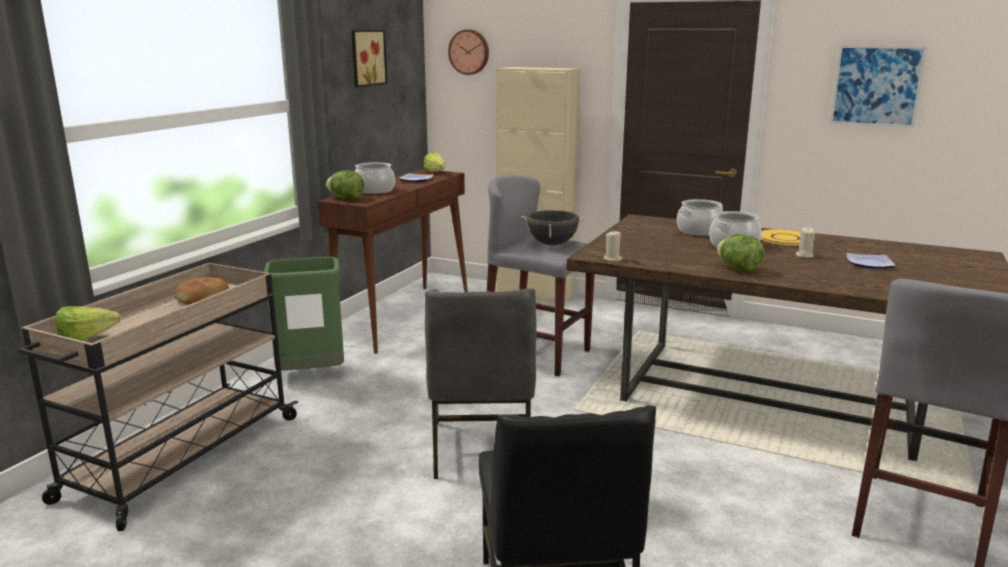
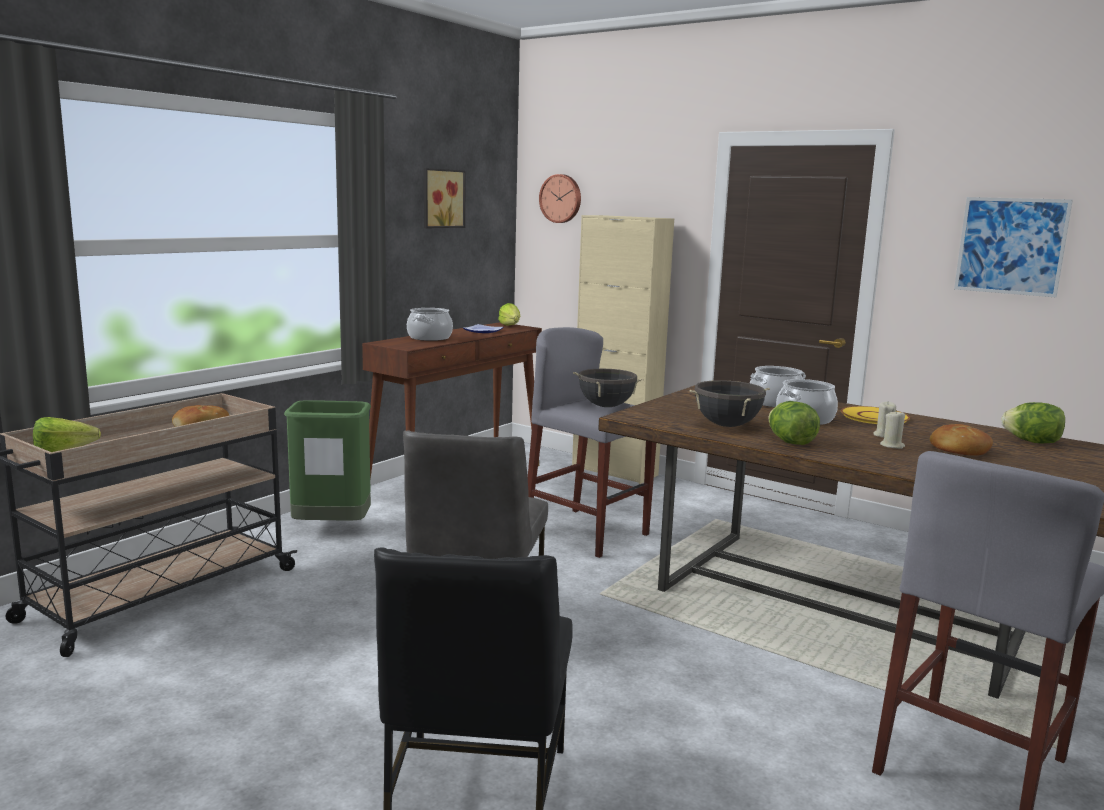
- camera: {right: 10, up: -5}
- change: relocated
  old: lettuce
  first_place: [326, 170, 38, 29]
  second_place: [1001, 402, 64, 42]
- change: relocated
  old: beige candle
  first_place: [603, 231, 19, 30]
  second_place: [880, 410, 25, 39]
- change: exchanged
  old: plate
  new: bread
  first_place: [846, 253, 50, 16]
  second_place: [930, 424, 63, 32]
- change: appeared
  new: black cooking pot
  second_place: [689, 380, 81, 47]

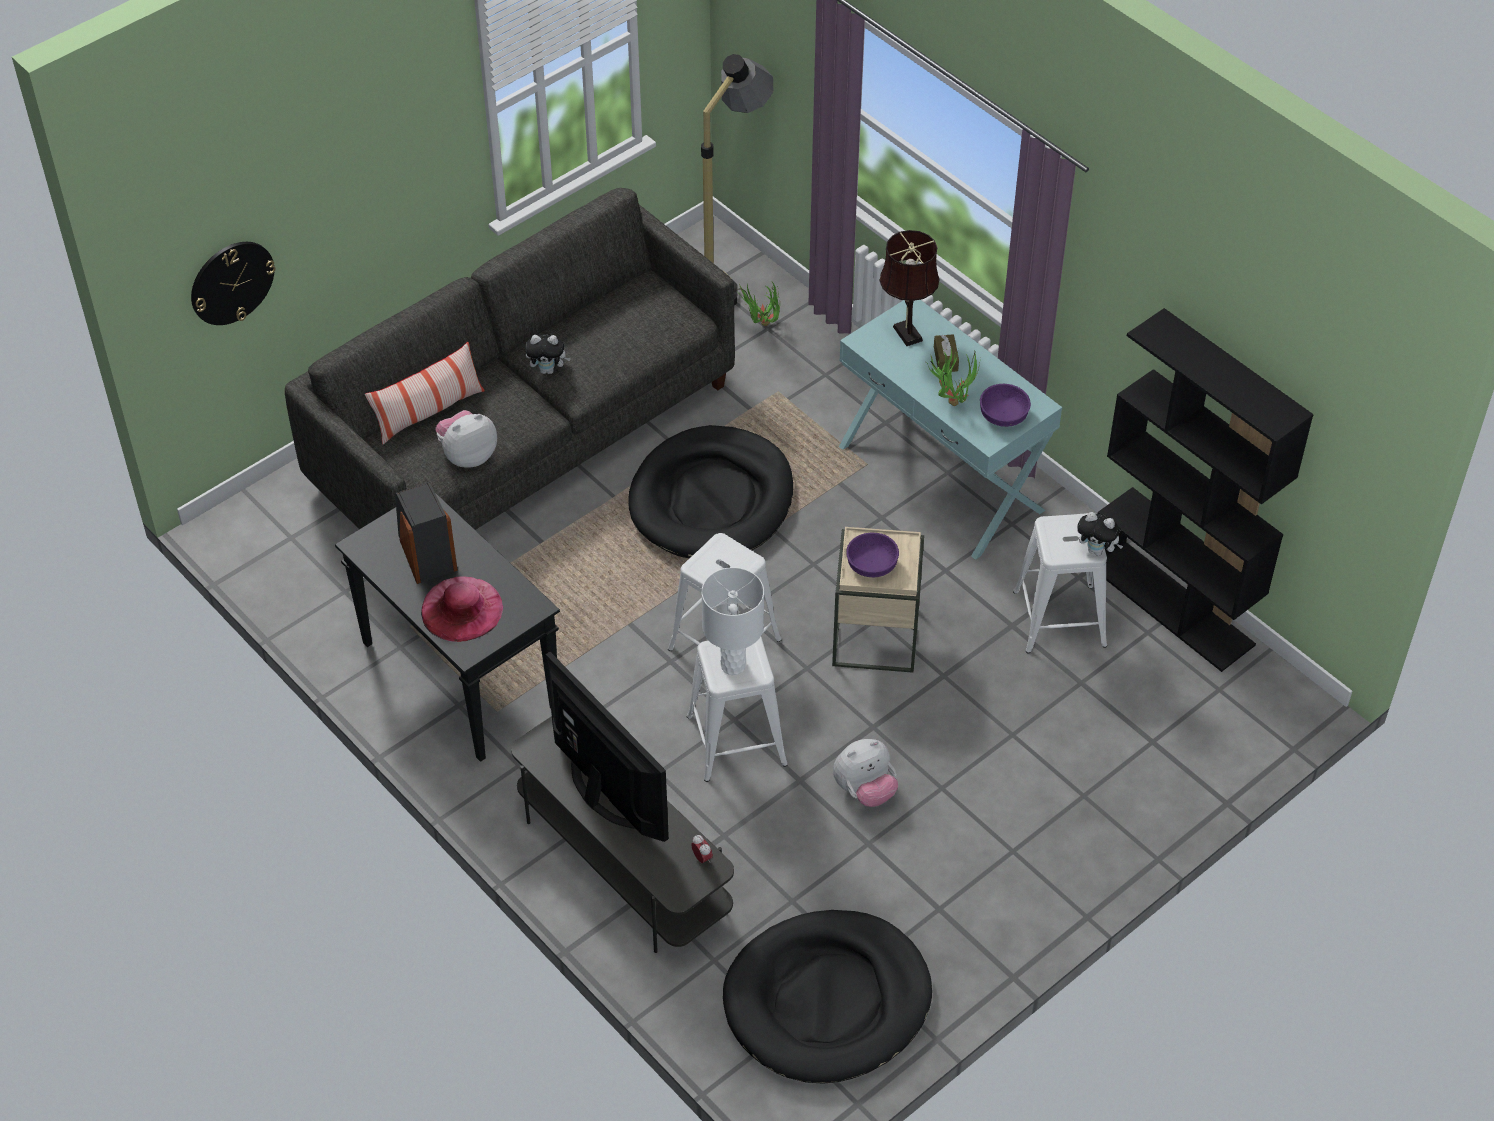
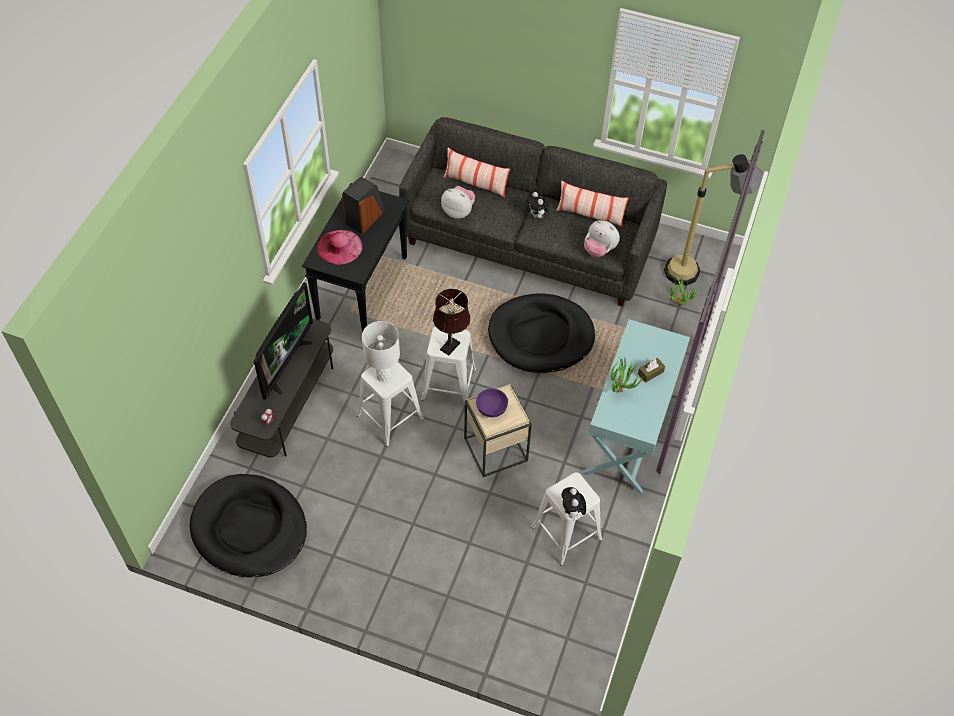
- camera: {right: 60, up: 5}
- change: missing
  old: wall clock
  first_place: [191, 242, 85, 83]
- change: relocated
  old: plush toy
  first_place: [833, 739, 65, 68]
  second_place: [584, 220, 36, 37]
- change: relocated
  old: brown table lamp
  first_place: [880, 230, 59, 116]
  second_place: [433, 289, 38, 66]
- change: missing
  old: purple bowl
  first_place: [980, 384, 51, 43]
- change: missing
  old: black bookcase
  first_place: [1098, 308, 216, 364]
- change: appeared
  new: pillow
  second_place: [556, 181, 73, 46]

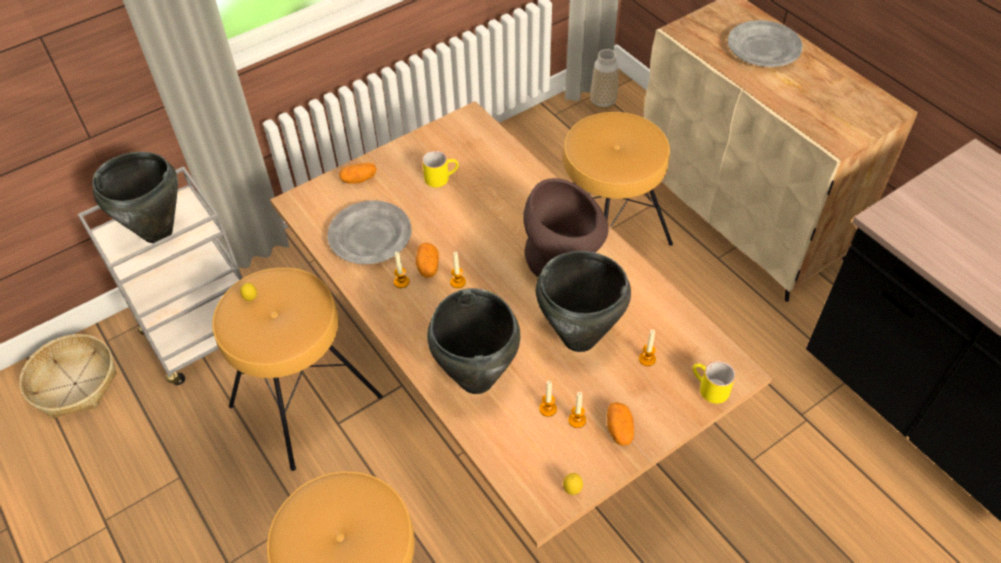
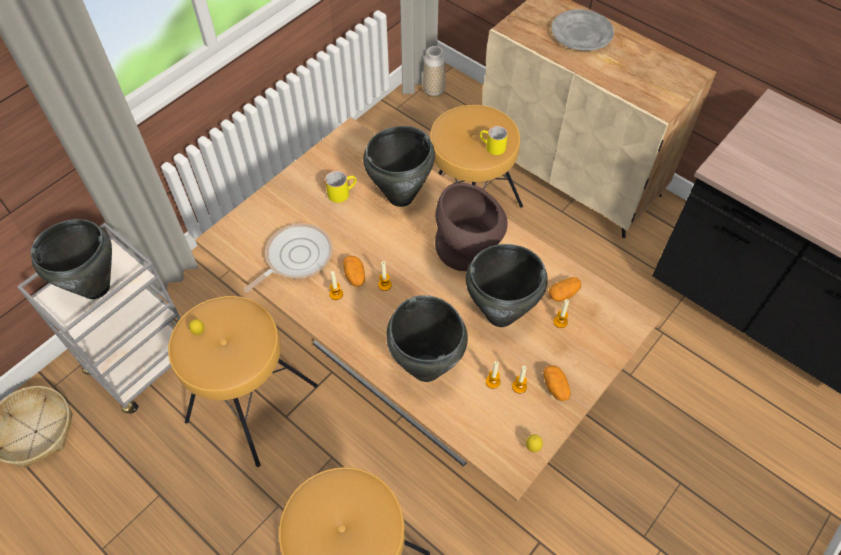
- camera: {right: -15, up: 5}
- change: exchanged
  old: grey plate
  new: frying pan
  first_place: [327, 200, 85, 64]
  second_place: [243, 223, 90, 69]
- change: relocated
  old: potato
  first_place: [339, 162, 38, 22]
  second_place: [548, 277, 33, 25]
- change: relocated
  old: yellow mug
  first_place: [693, 361, 43, 43]
  second_place: [480, 126, 28, 29]
- change: appeared
  new: black cooking pot
  second_place: [363, 126, 72, 81]

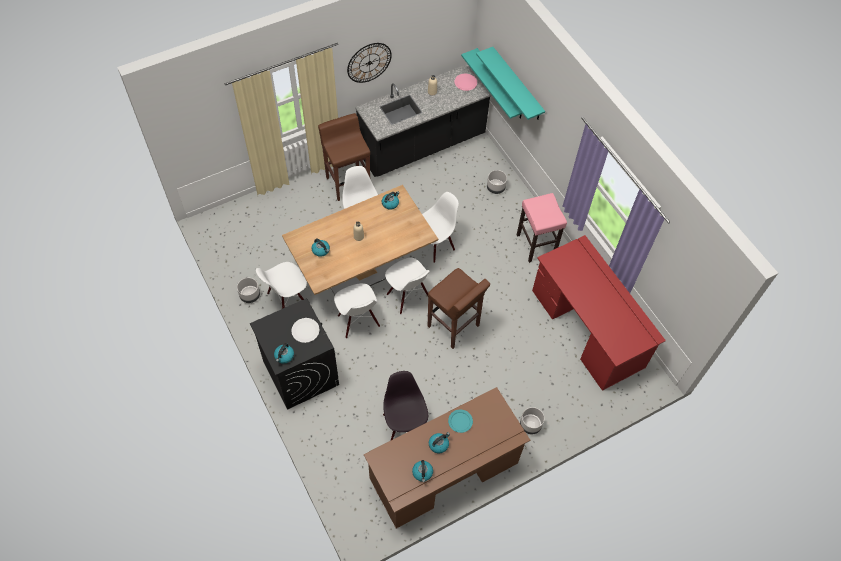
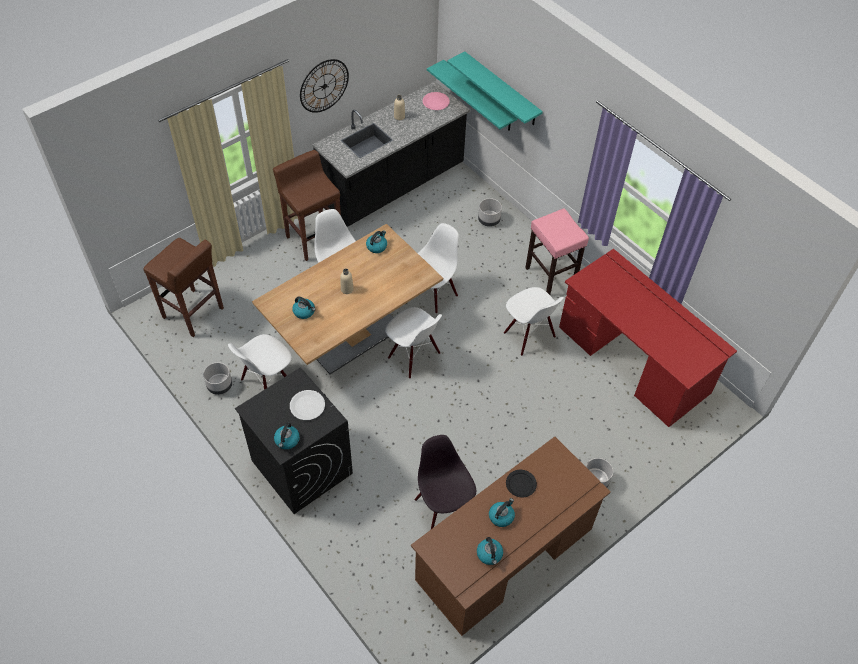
- camera: {right: -10, up: -5}
- change: relocated
  old: white chair
  first_place: [334, 283, 46, 55]
  second_place: [504, 287, 60, 69]
- change: relocated
  old: brown stool
  first_place: [428, 268, 62, 81]
  second_place: [143, 238, 81, 99]
- change: colour
  old: turquoise plate
  new: black plate
  first_place: [448, 410, 25, 23]
  second_place: [506, 470, 31, 28]

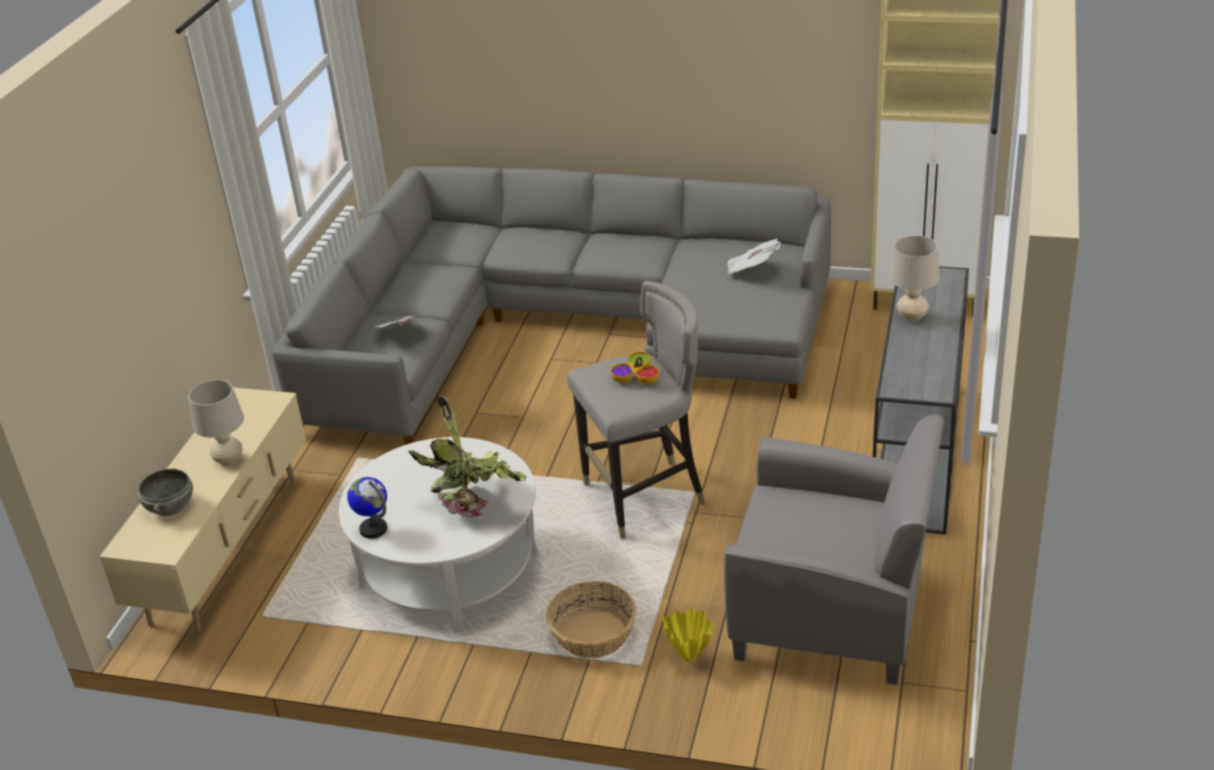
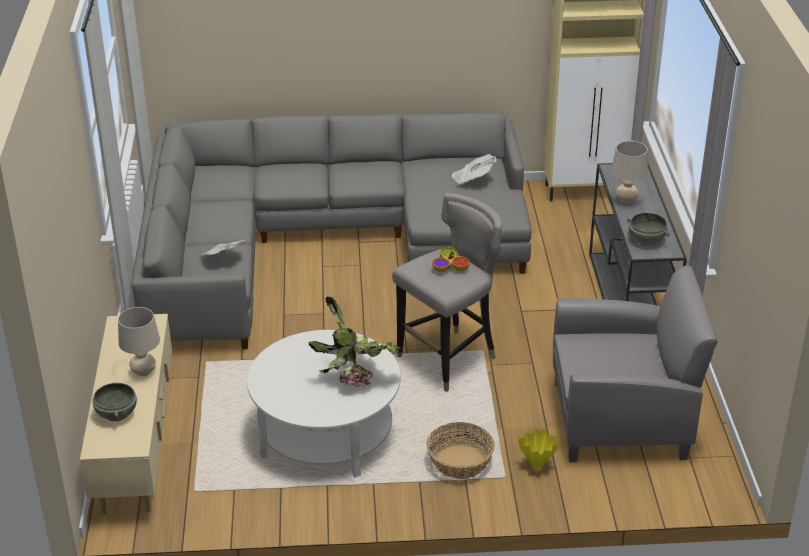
- camera: {right: -20, up: 0}
- change: missing
  old: globe
  first_place: [347, 477, 40, 62]
- change: appeared
  new: grey bowl
  second_place: [627, 213, 42, 33]

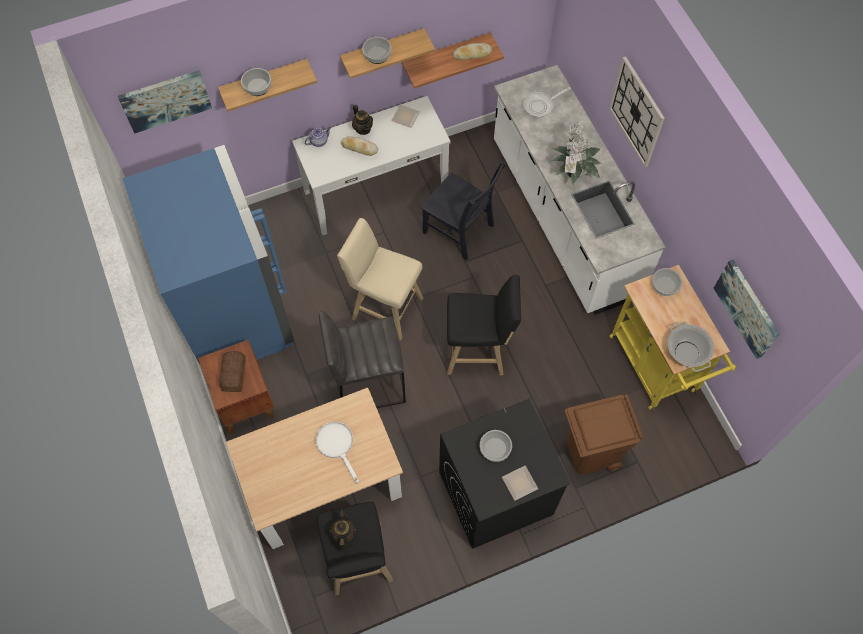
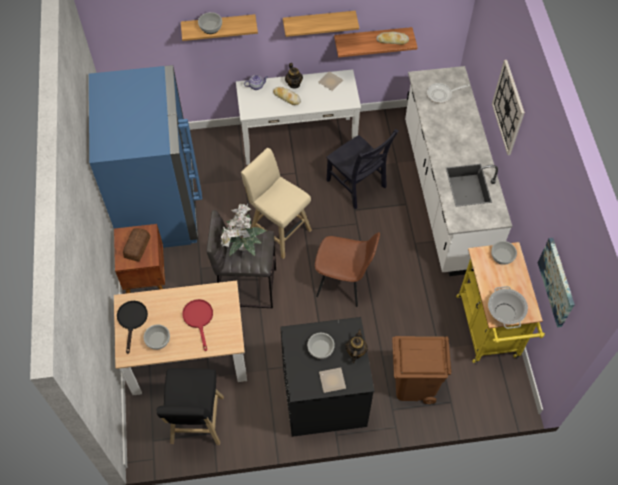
- camera: {right: 15, up: -5}
- change: missing
  old: picture
  first_place: [118, 70, 94, 64]
- change: colour
  old: white frying pan
  new: red frying pan
  first_place: [316, 422, 43, 61]
  second_place: [182, 299, 31, 52]
- change: relocated
  old: teapot
  first_place: [329, 509, 27, 43]
  second_place: [345, 329, 23, 34]
- change: relocated
  old: bowl
  first_place: [362, 37, 30, 27]
  second_place: [144, 324, 26, 26]
- change: exchanged
  old: black stool
  new: brown chair
  first_place: [447, 275, 74, 100]
  second_place: [315, 232, 65, 75]
- change: relocated
  old: potted plant
  first_place: [551, 122, 50, 63]
  second_place: [221, 204, 45, 52]
- change: appeared
  new: black frying pan
  second_place: [117, 301, 31, 53]

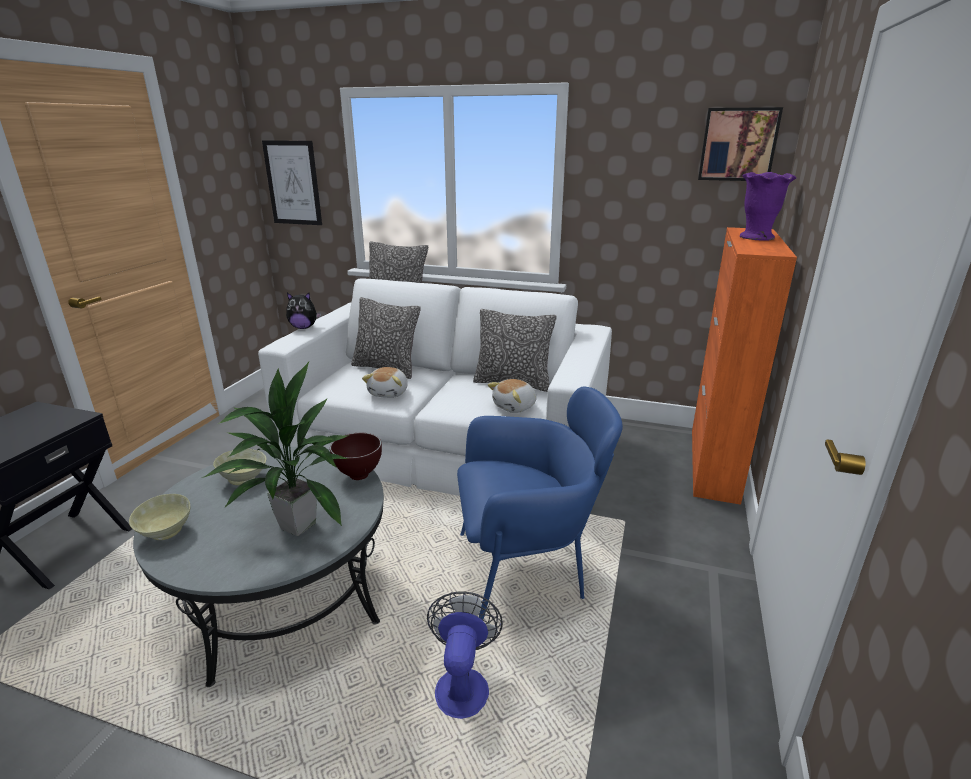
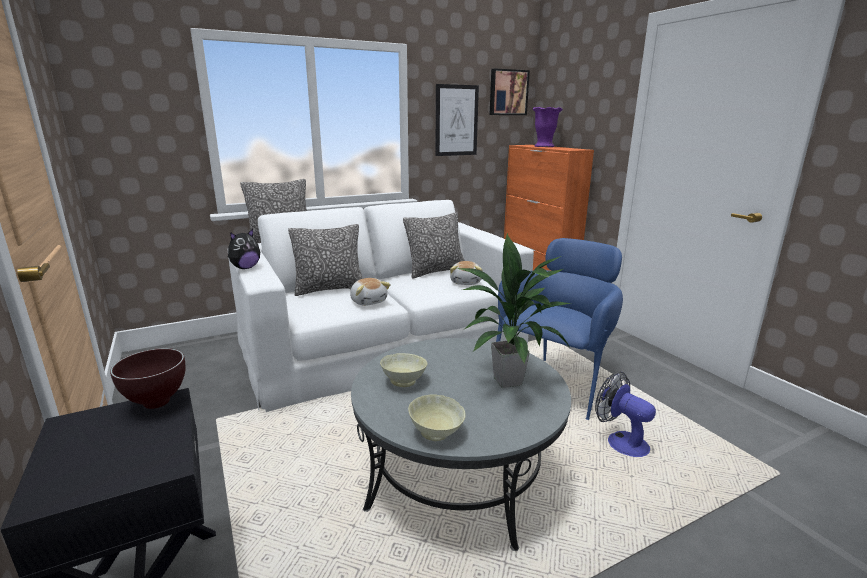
- camera: {right: -45, up: -5}
- change: relocated
  old: picture
  first_place: [262, 140, 60, 85]
  second_place: [436, 84, 43, 72]
- change: relocated
  old: brown bowl
  first_place: [330, 433, 52, 47]
  second_place: [110, 348, 76, 61]

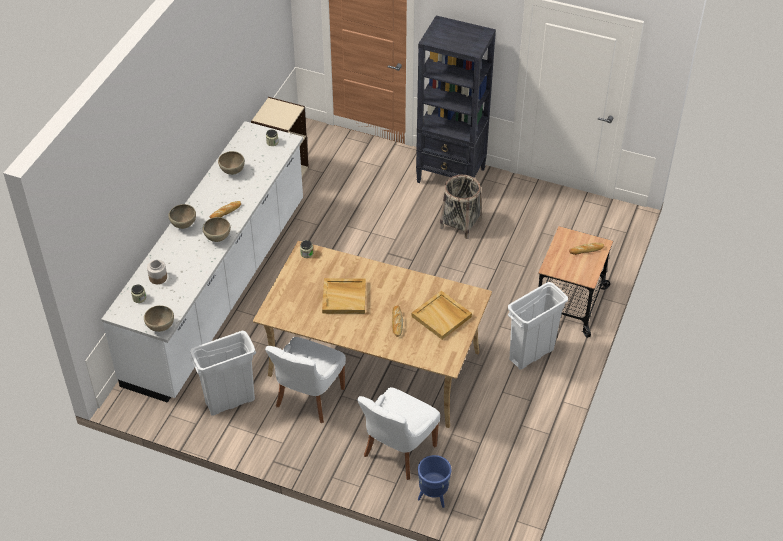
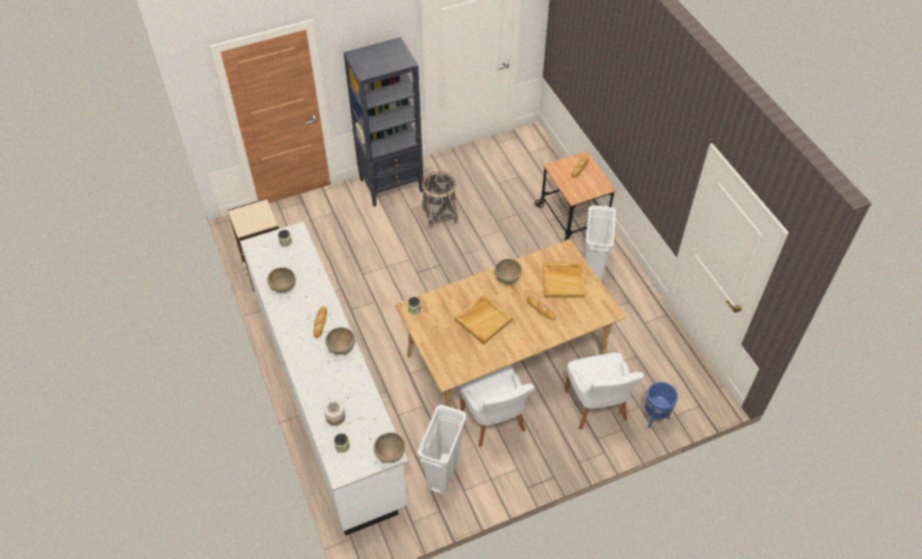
- camera: {right: -45, up: 5}
- change: relocated
  old: brown bowl
  first_place: [168, 204, 28, 25]
  second_place: [495, 259, 27, 25]

